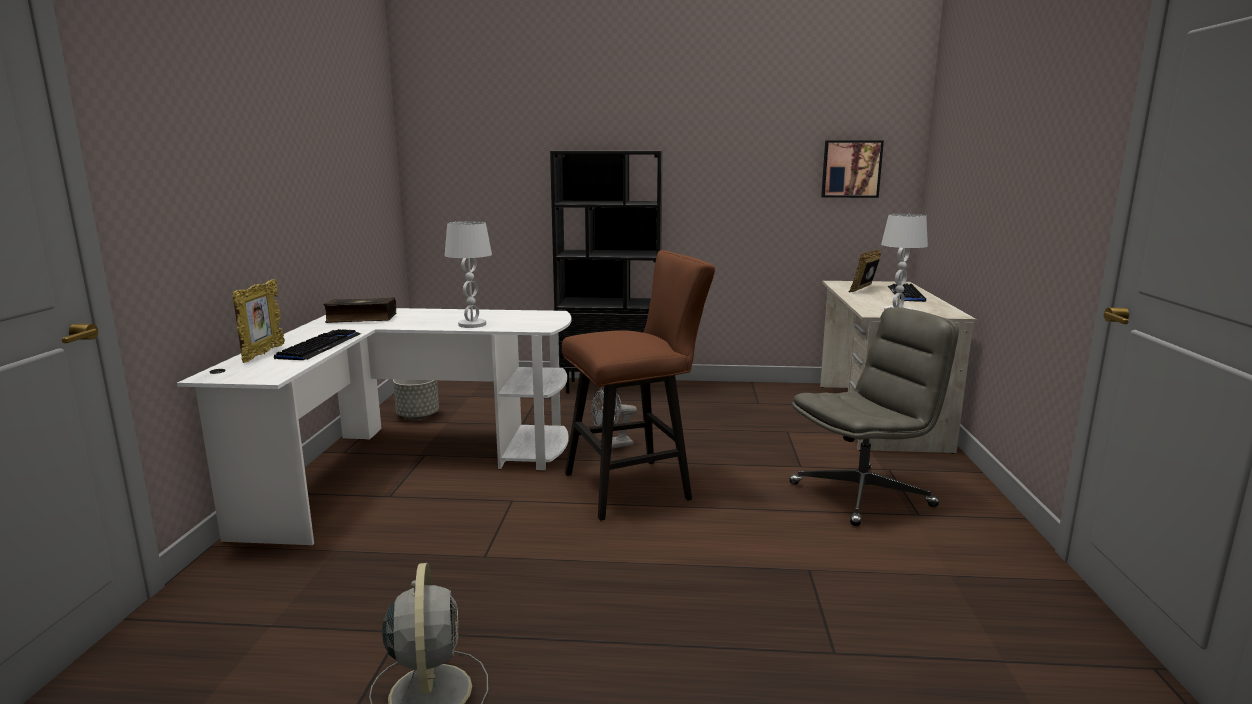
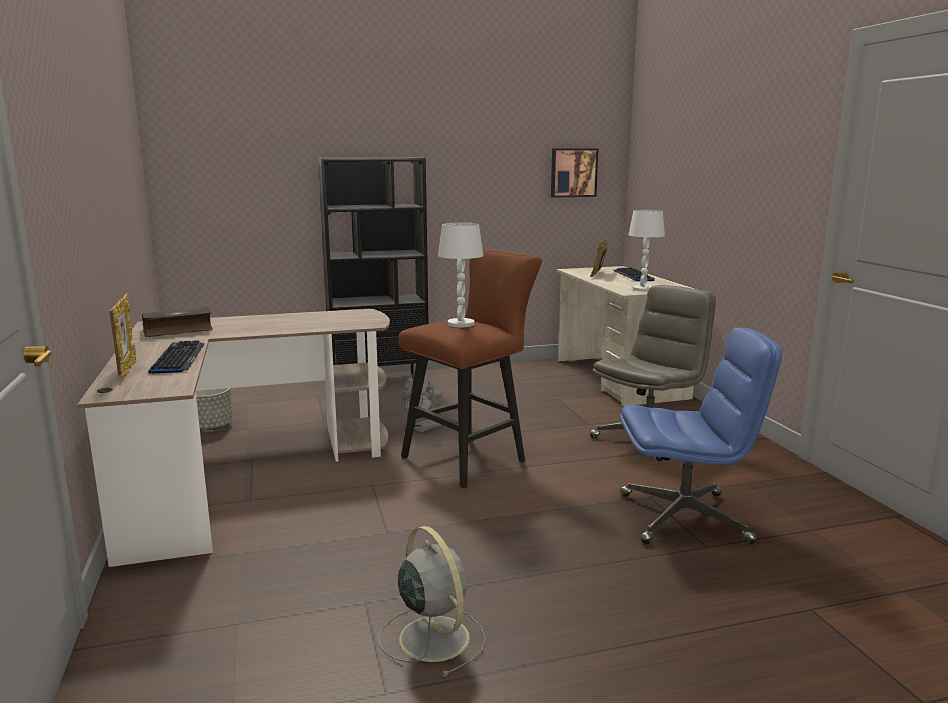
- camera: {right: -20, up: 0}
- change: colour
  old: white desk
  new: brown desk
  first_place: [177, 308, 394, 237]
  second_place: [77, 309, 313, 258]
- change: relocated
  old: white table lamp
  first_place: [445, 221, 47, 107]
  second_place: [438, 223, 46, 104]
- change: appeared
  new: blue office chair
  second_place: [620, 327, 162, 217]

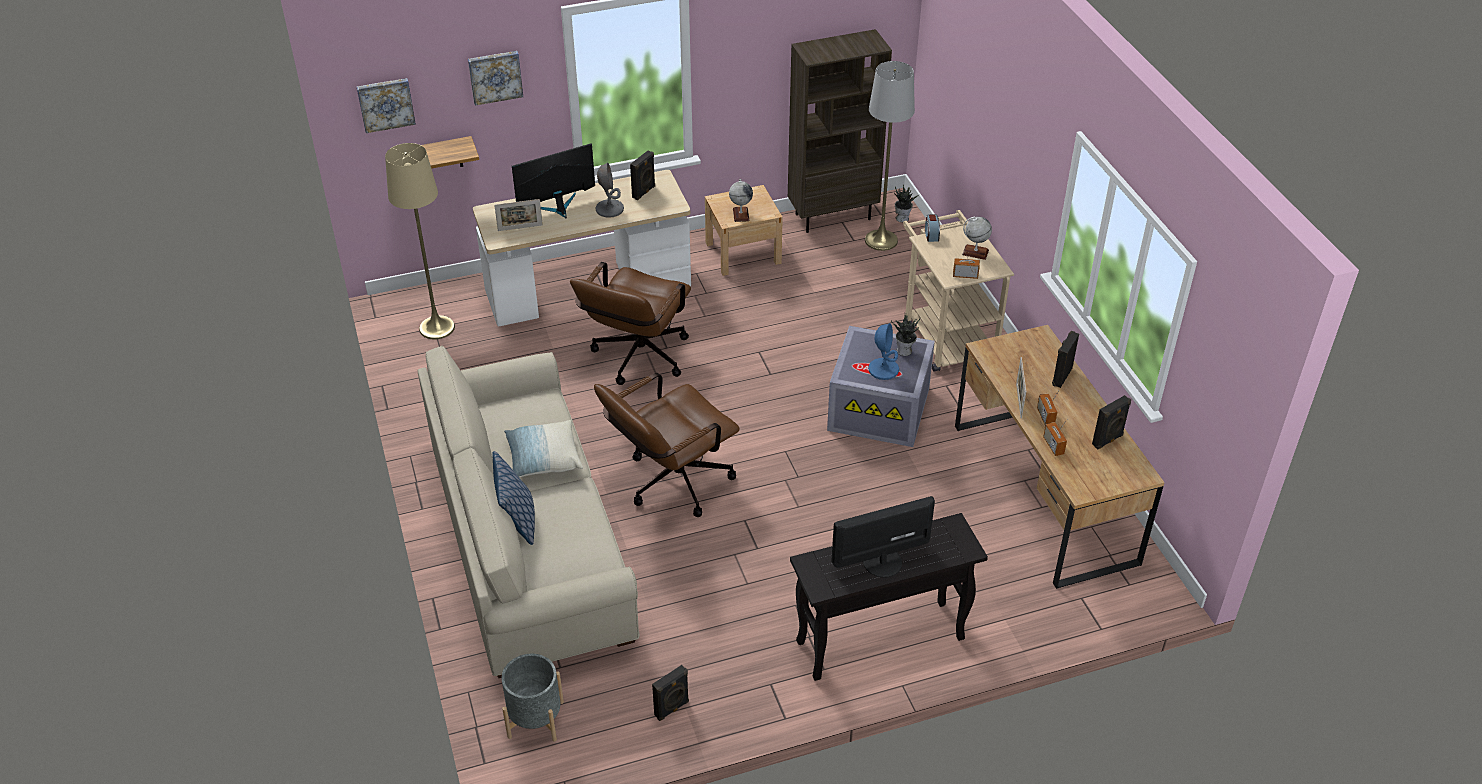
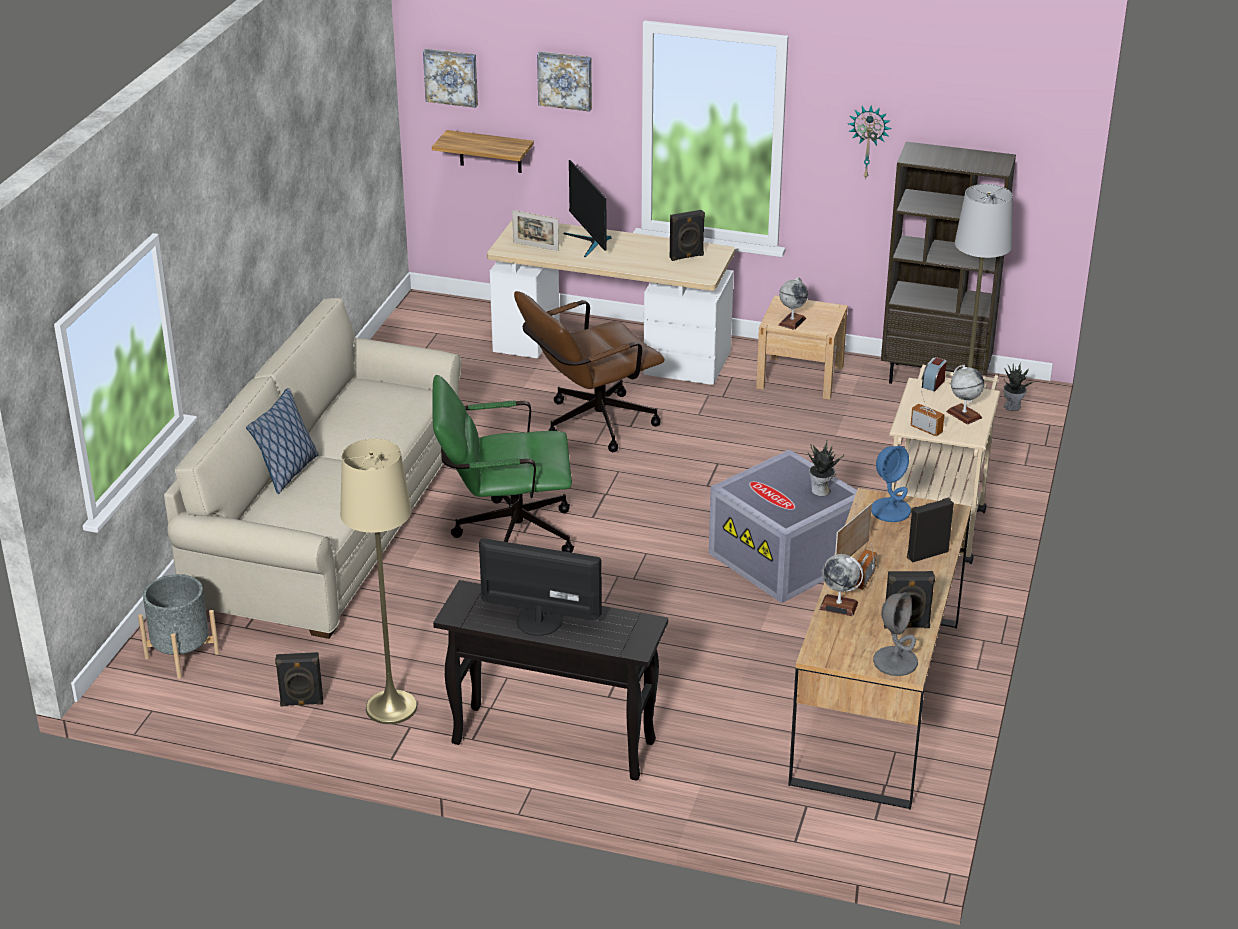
- camera: {right: 35, up: -10}
- change: relocated
  old: beige floor lamp
  first_place: [385, 143, 70, 197]
  second_place: [340, 439, 77, 285]
- change: missing
  old: pillow
  first_place: [504, 420, 79, 57]
- change: spun
  old: monitor
  first_place: [512, 143, 83, 75]
  second_place: [563, 160, 48, 97]
  degrees: -120
- change: colour
  old: brown office chair
  new: green office chair
  first_place: [594, 373, 146, 144]
  second_place: [433, 375, 141, 178]
- change: relocated
  old: grey table lamp
  first_place: [595, 162, 29, 56]
  second_place: [873, 592, 45, 84]
- change: relocated
  old: blue table lamp
  first_place: [868, 323, 31, 57]
  second_place: [871, 446, 40, 76]
- change: exchanged
  old: radio
  new: globe
  first_place: [1043, 419, 25, 37]
  second_place: [819, 554, 44, 62]
- change: appeared
  new: wall clock
  second_place: [847, 105, 44, 75]

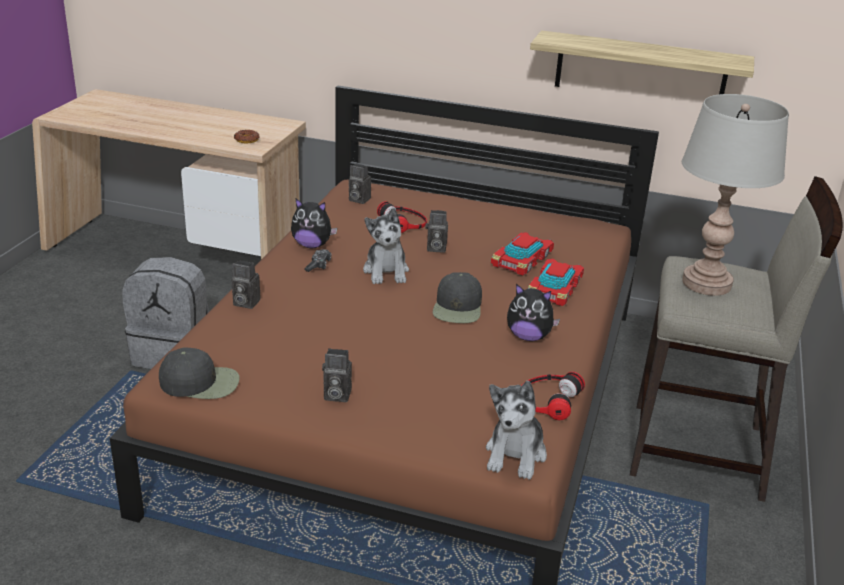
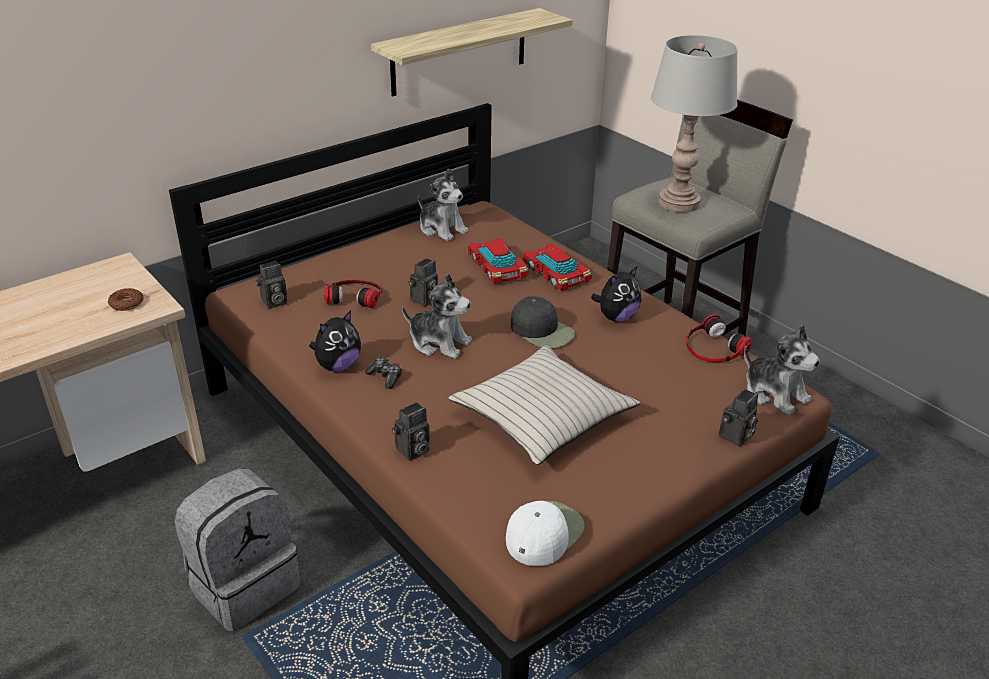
- camera: {right: -55, up: 5}
- change: colour
  old: black cap
  new: white cap
  first_place: [159, 347, 81, 52]
  second_place: [506, 501, 79, 65]
- change: relocated
  old: photo camera
  first_place: [322, 348, 30, 54]
  second_place: [719, 389, 39, 57]
- change: appeared
  new: plush toy
  second_place: [418, 169, 51, 72]
- change: appeared
  new: beige pillow
  second_place: [448, 345, 192, 120]

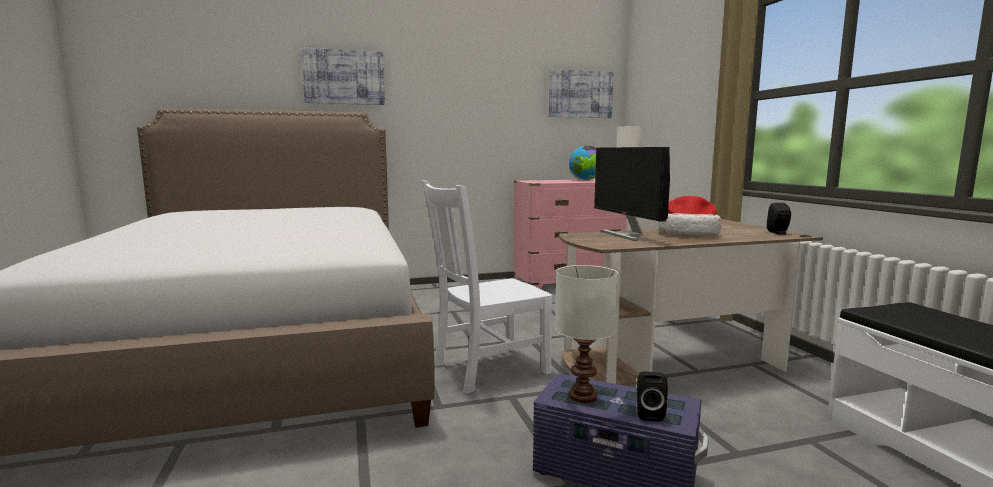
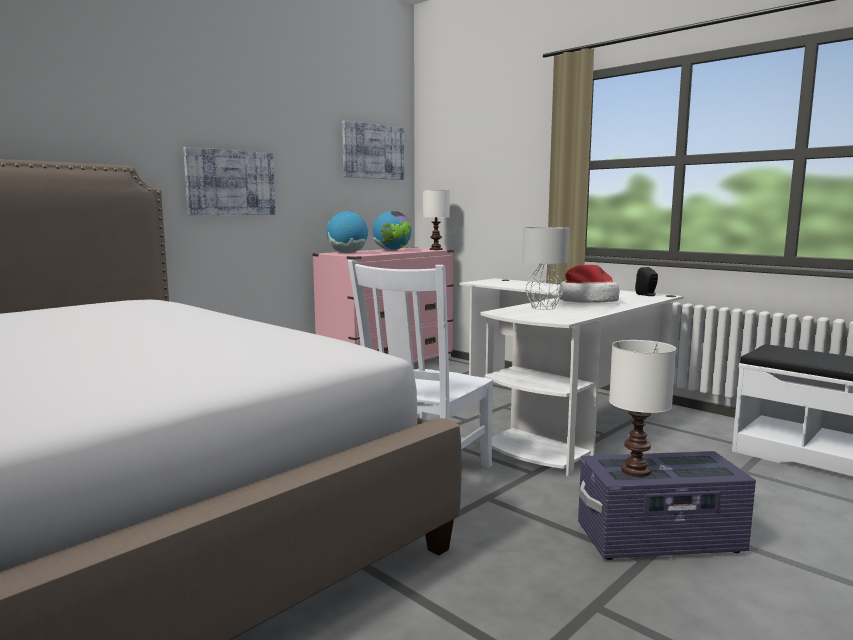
- camera: {right: -30, up: 0}
- change: relocated
  old: picture
  first_place: [301, 47, 84, 58]
  second_place: [183, 147, 93, 68]
- change: colour
  old: brown desk
  new: white desk
  first_place: [559, 217, 264, 169]
  second_place: [460, 278, 223, 198]
- change: exchanged
  old: monitor
  new: grey table lamp
  first_place: [594, 147, 76, 94]
  second_place: [522, 227, 47, 83]
- change: missing
  old: black speaker
  first_place: [637, 371, 31, 51]
- change: appeared
  new: globe
  second_place: [327, 211, 41, 42]

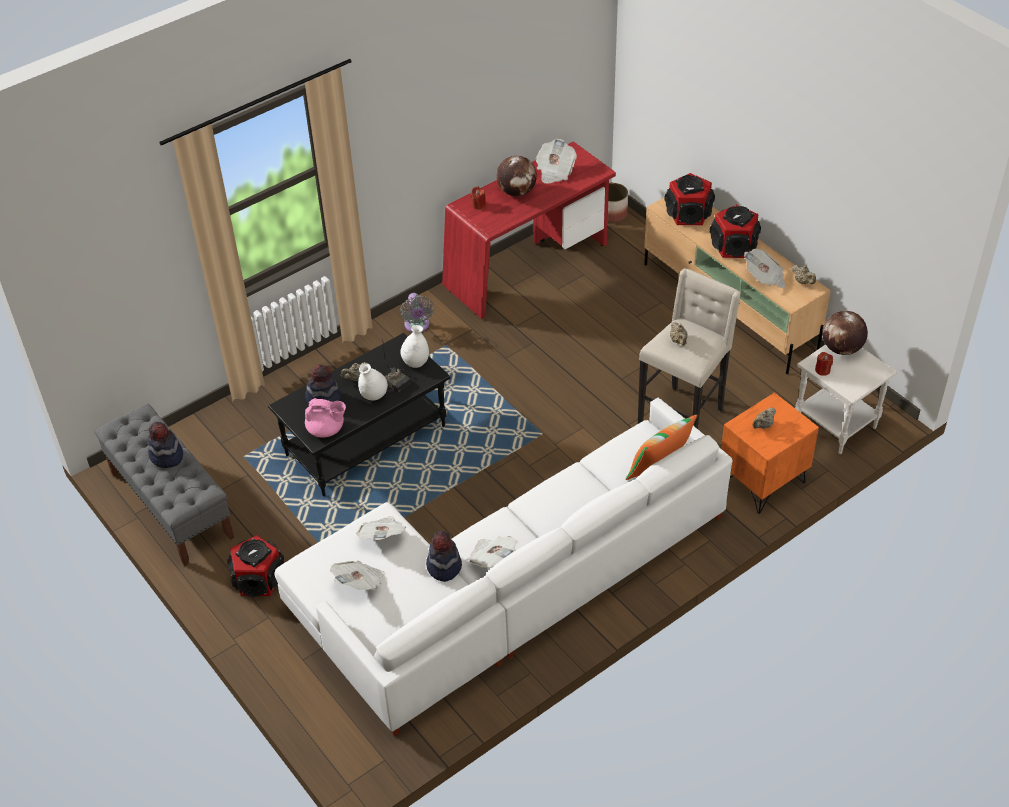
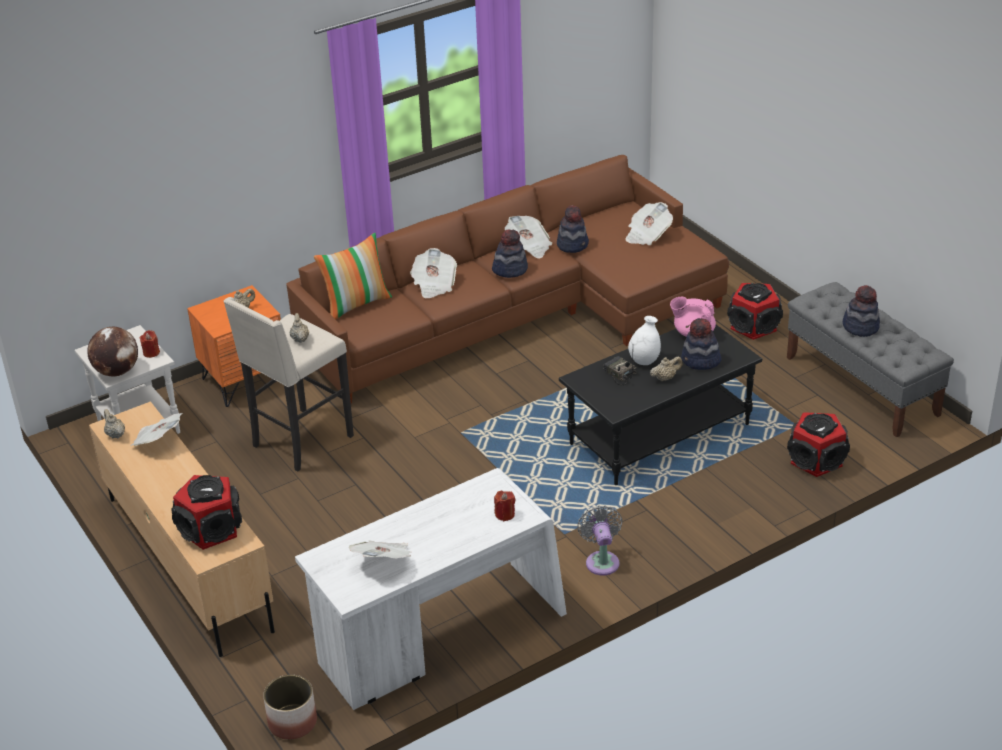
- camera: {right: -175, up: -10}
- change: colour
  old: white sofa
  new: brown sofa
  first_place: [274, 398, 459, 338]
  second_place: [286, 155, 443, 248]
- change: relocated
  old: newspaper
  first_place: [356, 516, 50, 24]
  second_place: [410, 248, 47, 51]
- change: missing
  old: white vase
  first_place: [400, 325, 29, 43]
- change: colour
  old: red desk
  new: white desk
  first_place: [442, 141, 174, 178]
  second_place: [295, 468, 272, 242]
- change: missing
  old: globe
  first_place: [497, 156, 40, 40]
- change: relocated
  old: speaker
  first_place: [710, 205, 51, 53]
  second_place: [787, 412, 63, 65]
- change: appeared
  new: hat
  second_place: [492, 229, 36, 49]

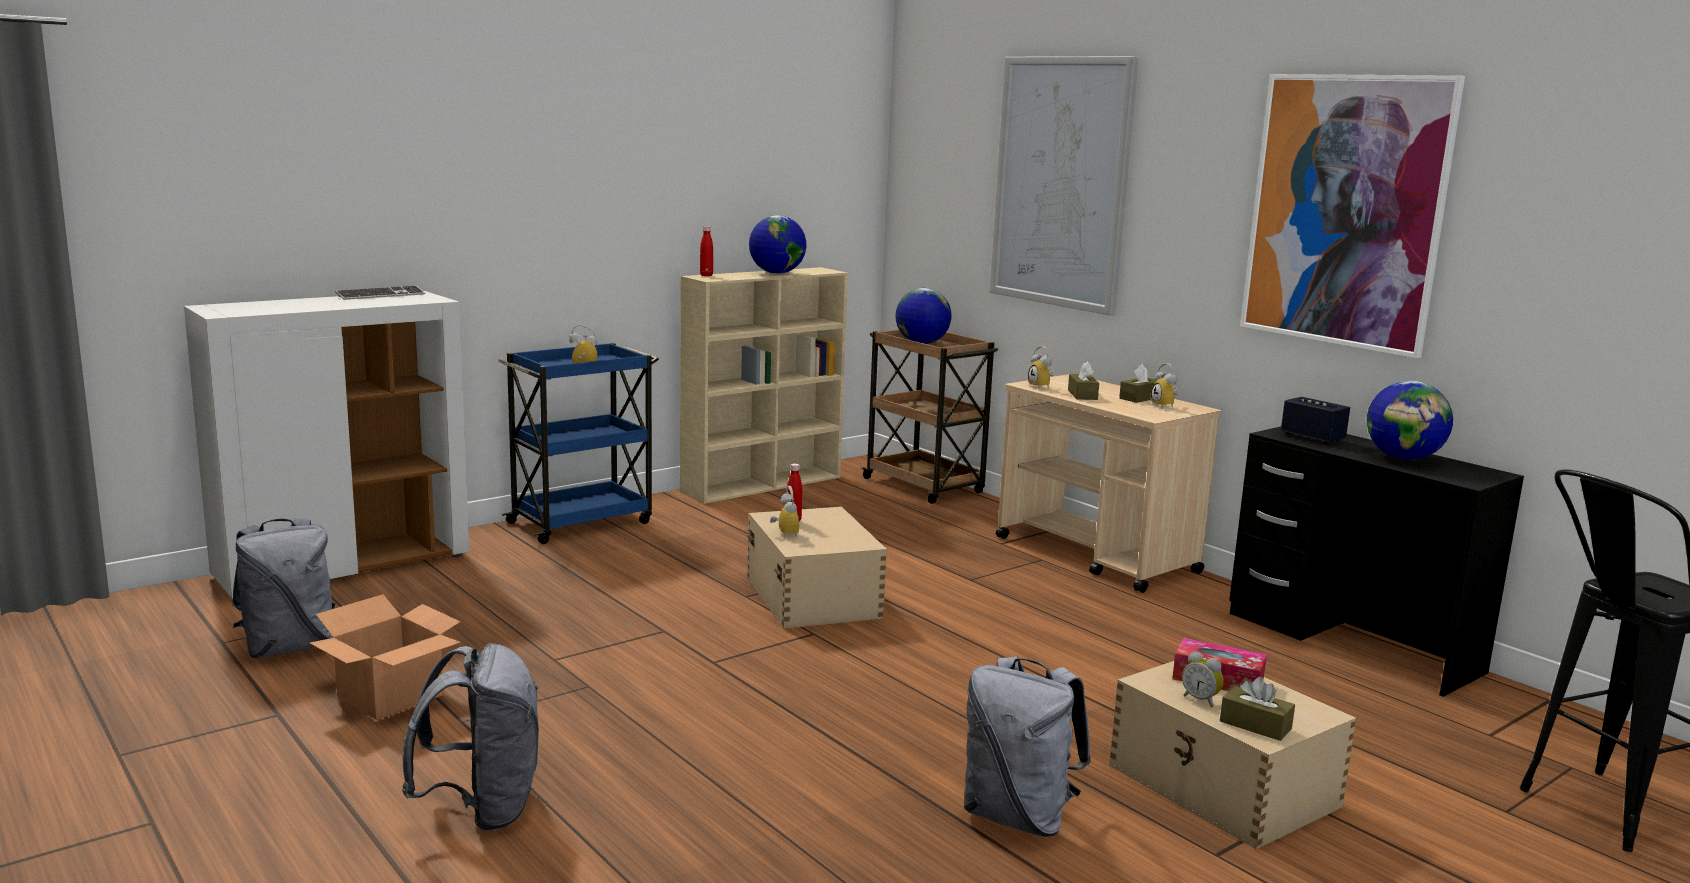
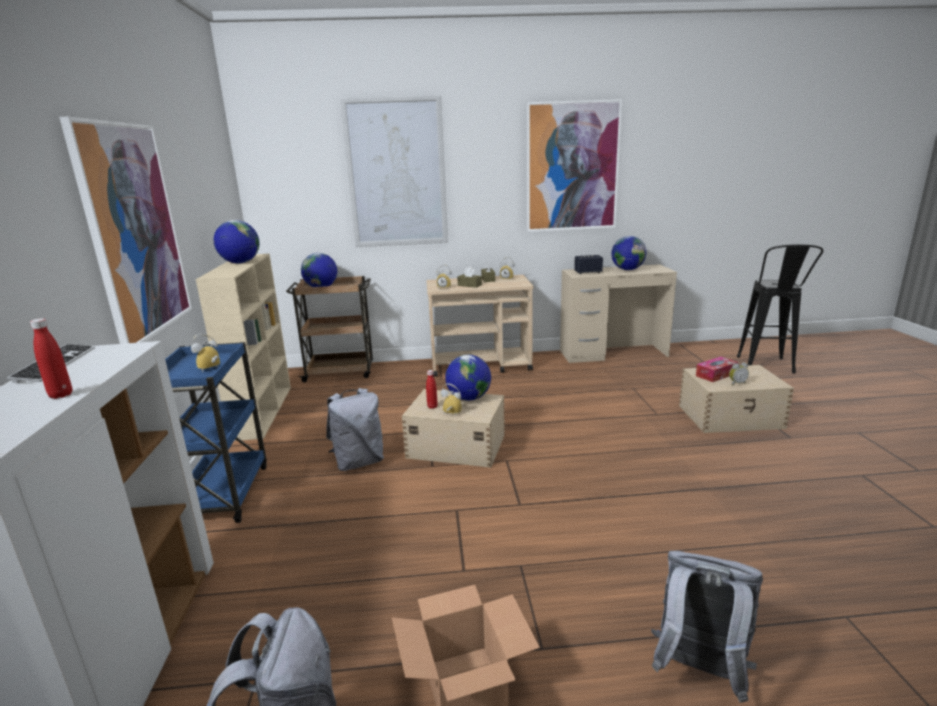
- camera: {right: -55, up: 5}
- change: relocated
  old: red bottle
  first_place: [700, 226, 13, 50]
  second_place: [30, 318, 42, 81]
- change: relocated
  old: grey backpack
  first_place: [964, 656, 127, 181]
  second_place: [326, 388, 58, 83]
- change: missing
  old: brown tissue box
  first_place: [1220, 677, 75, 64]
- change: colour
  old: black desk
  new: beige desk
  first_place: [1229, 427, 295, 270]
  second_place: [560, 264, 117, 99]
- change: appeared
  new: picture
  second_place: [59, 117, 133, 227]
- change: appeared
  new: globe
  second_place: [445, 355, 46, 46]

